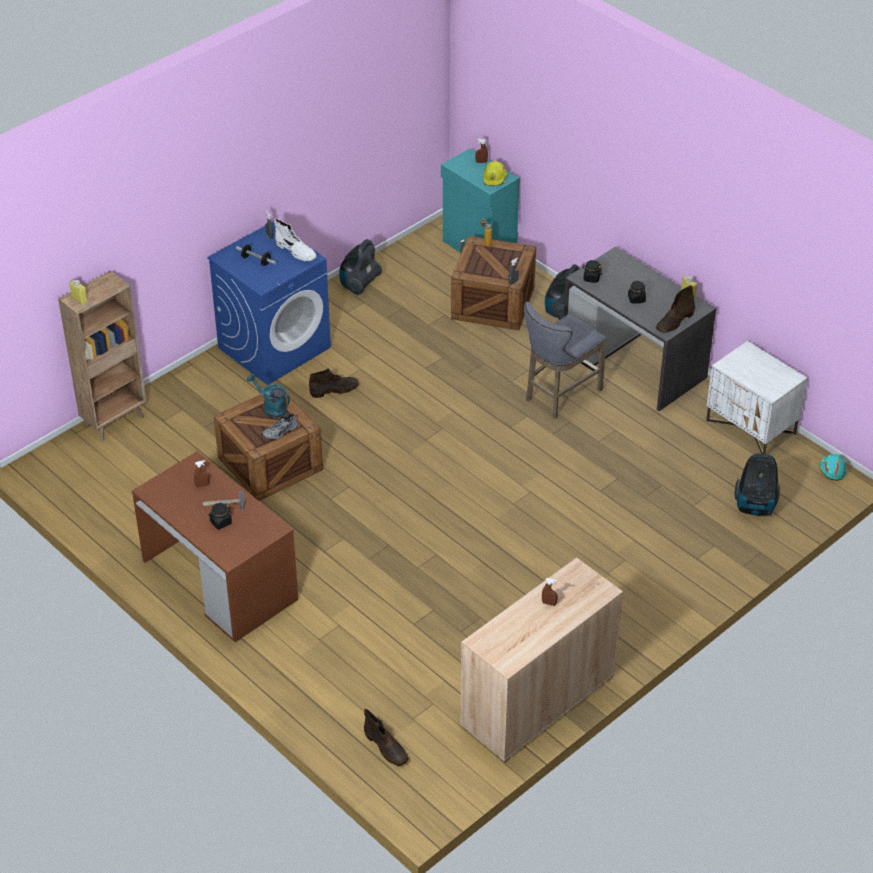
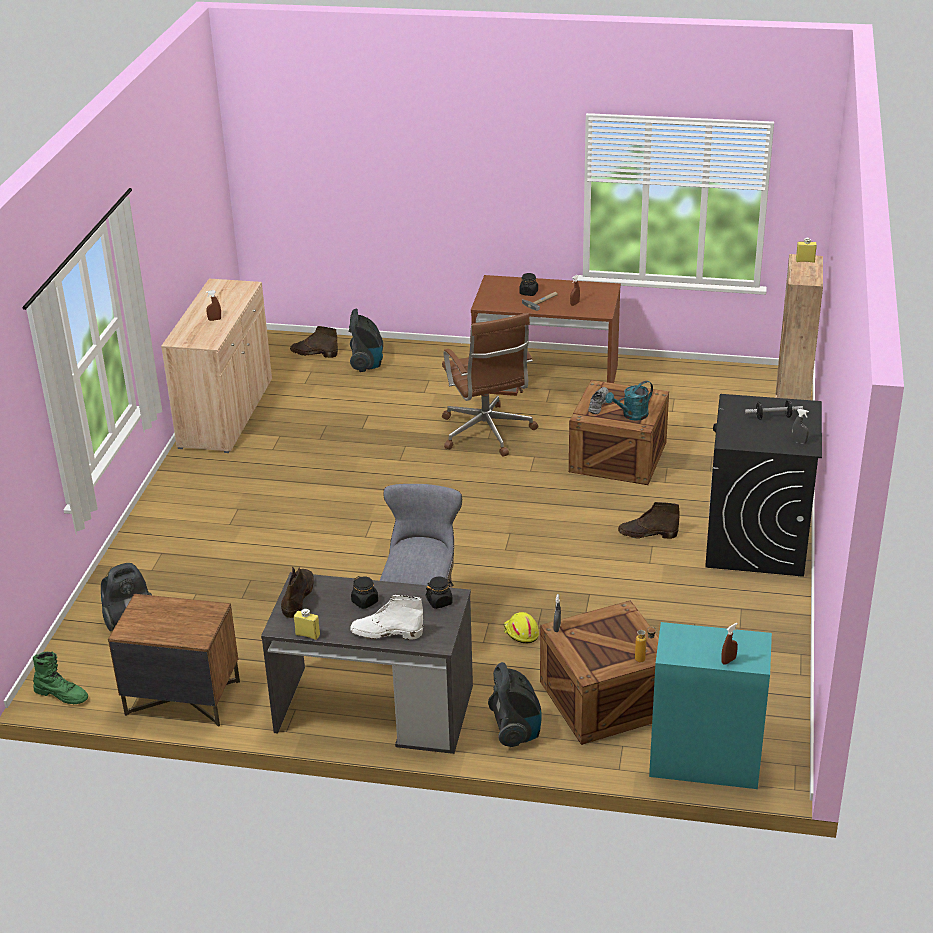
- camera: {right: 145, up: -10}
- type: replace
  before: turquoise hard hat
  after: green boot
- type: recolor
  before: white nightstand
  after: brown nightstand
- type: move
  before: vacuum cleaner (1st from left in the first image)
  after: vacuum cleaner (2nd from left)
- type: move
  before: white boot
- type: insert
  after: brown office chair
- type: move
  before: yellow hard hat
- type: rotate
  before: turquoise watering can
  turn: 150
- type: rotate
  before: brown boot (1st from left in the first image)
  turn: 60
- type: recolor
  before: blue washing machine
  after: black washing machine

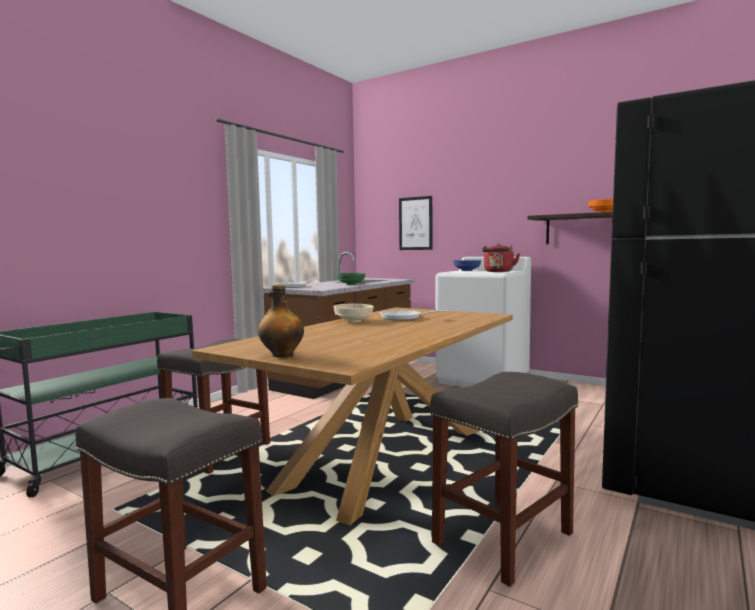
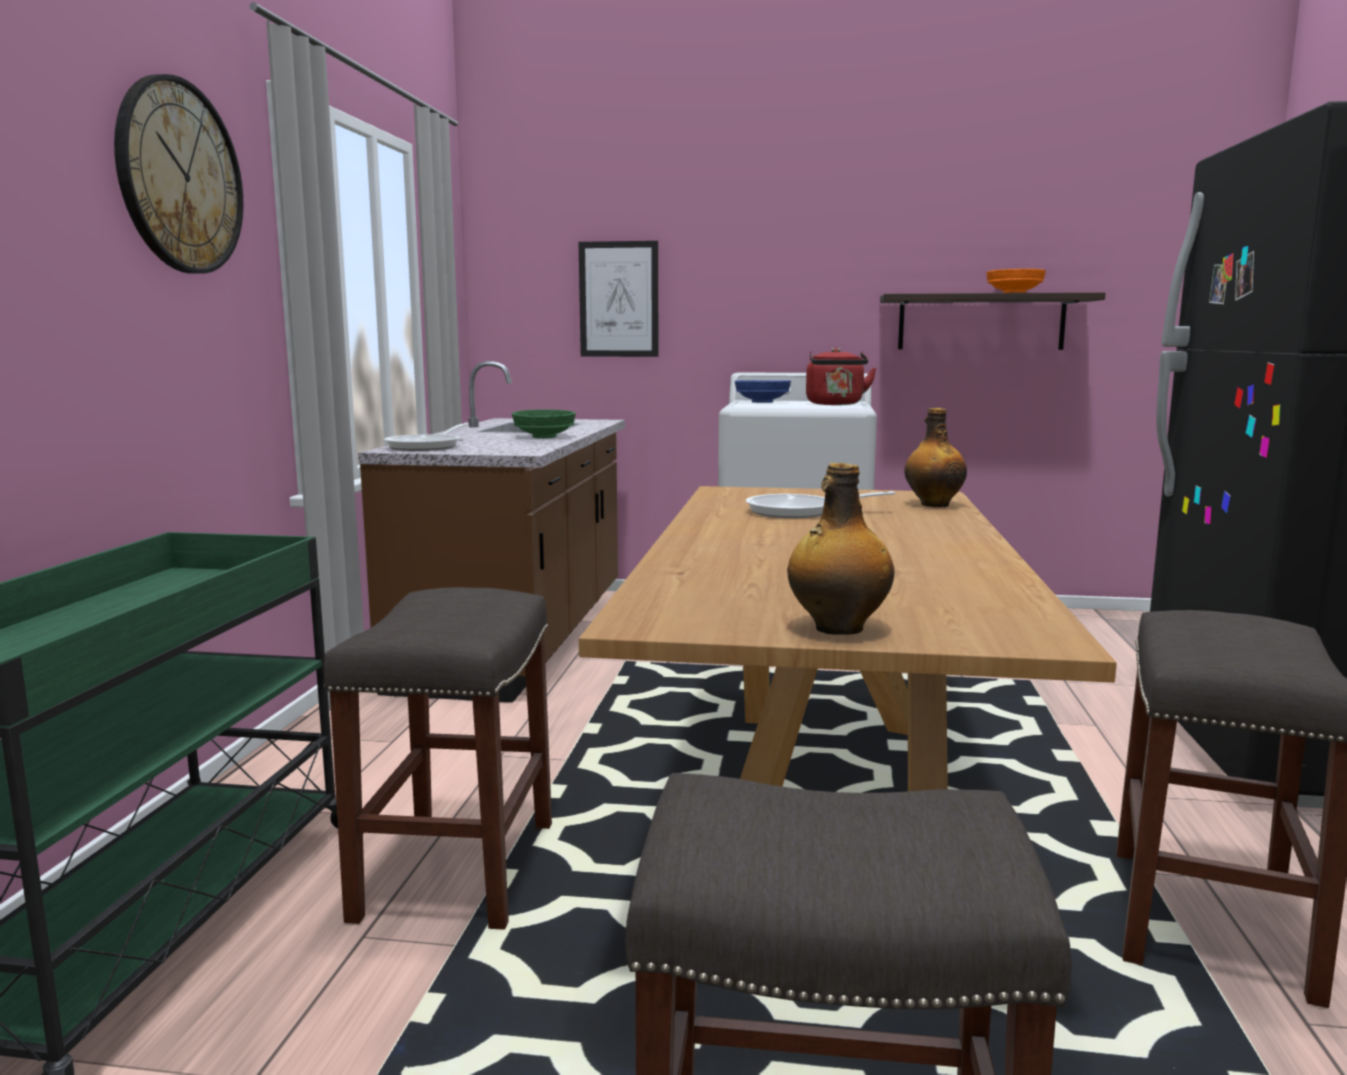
- camera: {right: -25, up: 5}
- type: insert
  after: wall clock
- type: insert
  after: bottle (2nd from left)
- type: delete
  before: beige bowl

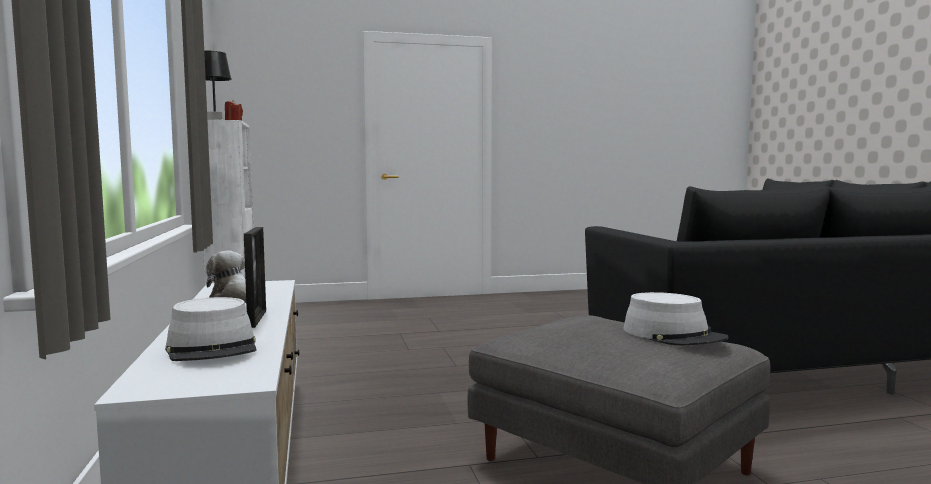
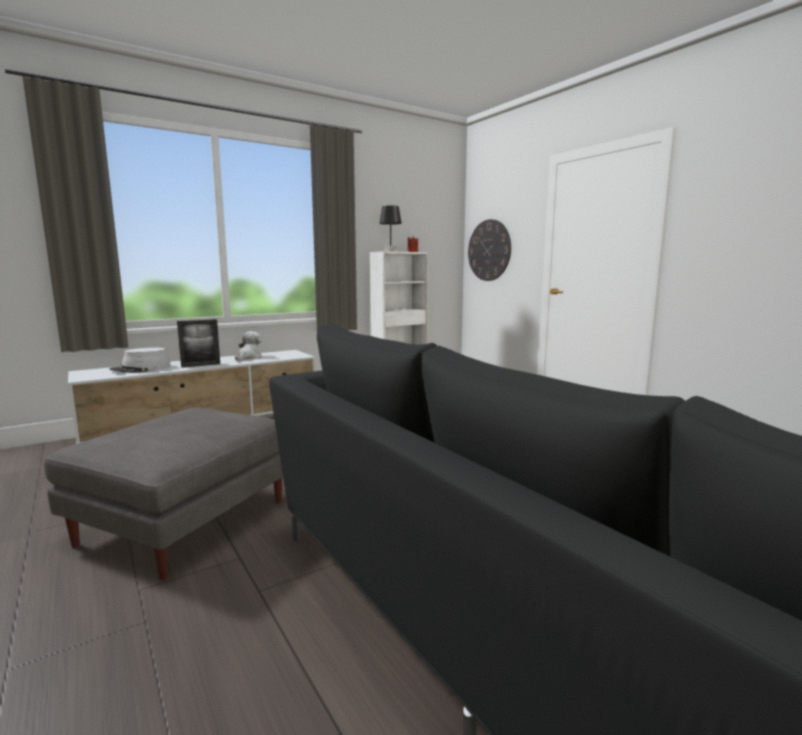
- camera: {right: 70, up: 5}
- type: insert
  after: wall clock
- type: delete
  before: grey hat (2nd from left)

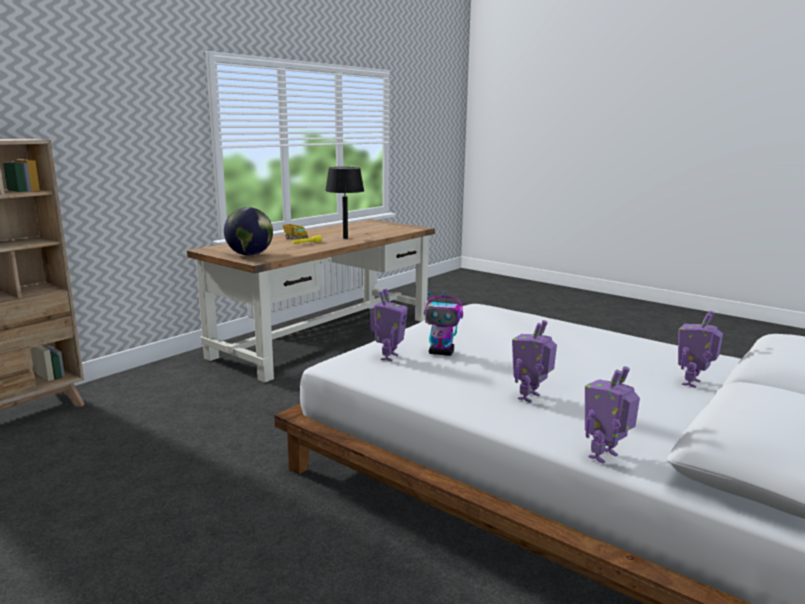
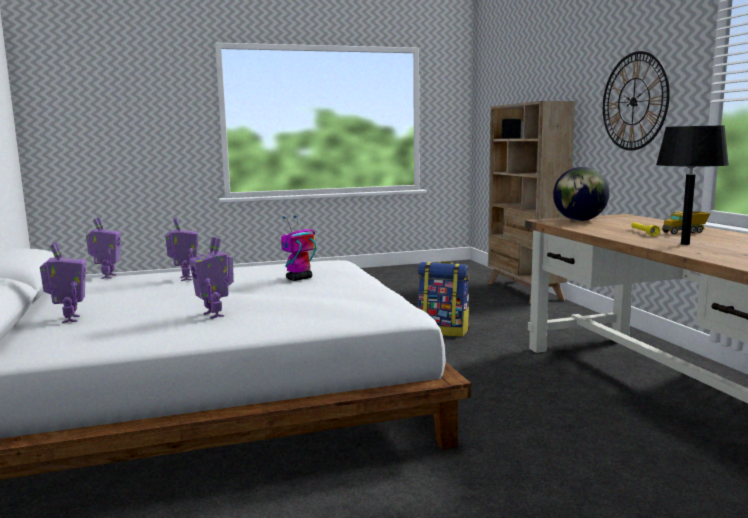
- camera: {right: 125, up: -5}
- type: move
  before: toy robot (1st from left in the first image)
  after: toy robot (4th from left)
- type: insert
  after: backpack
- type: insert
  after: wall clock

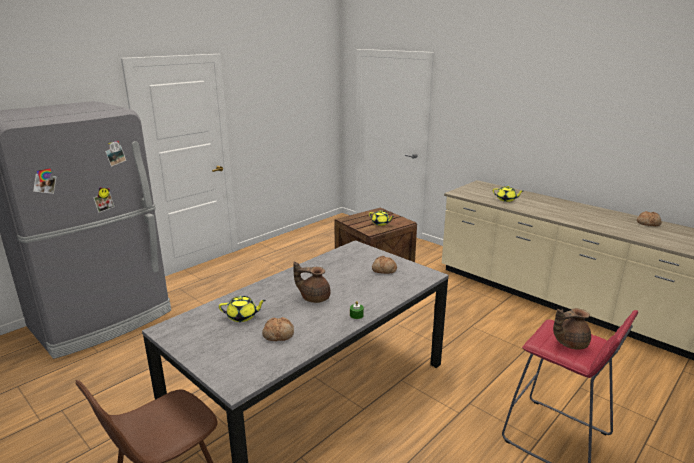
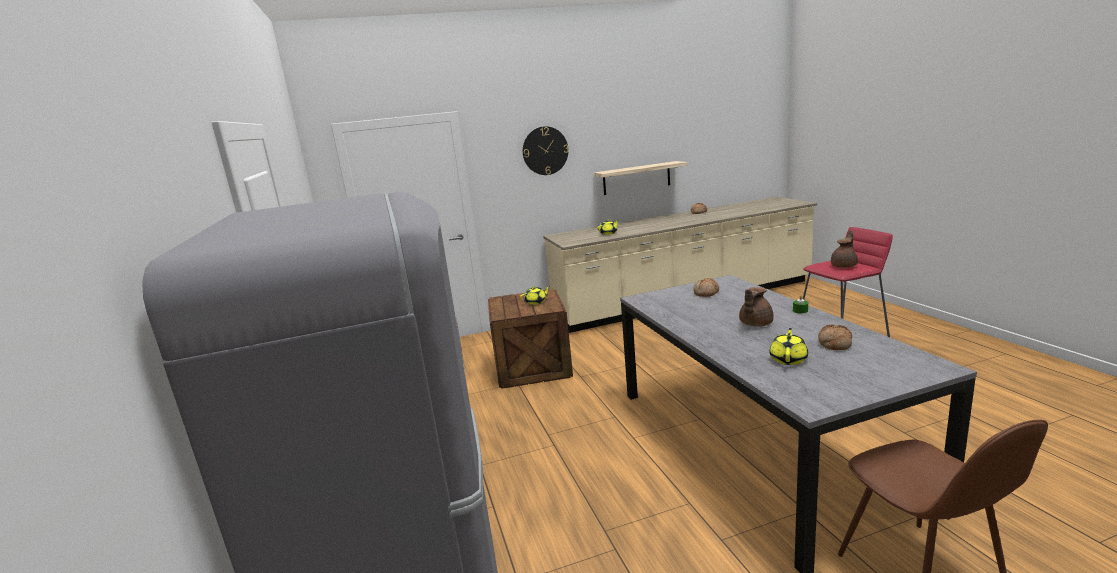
- camera: {right: -60, up: -5}
- type: insert
  after: wall clock
- type: insert
  after: shelf
- type: rotate
  before: brown teapot (2nd from left)
  turn: -150

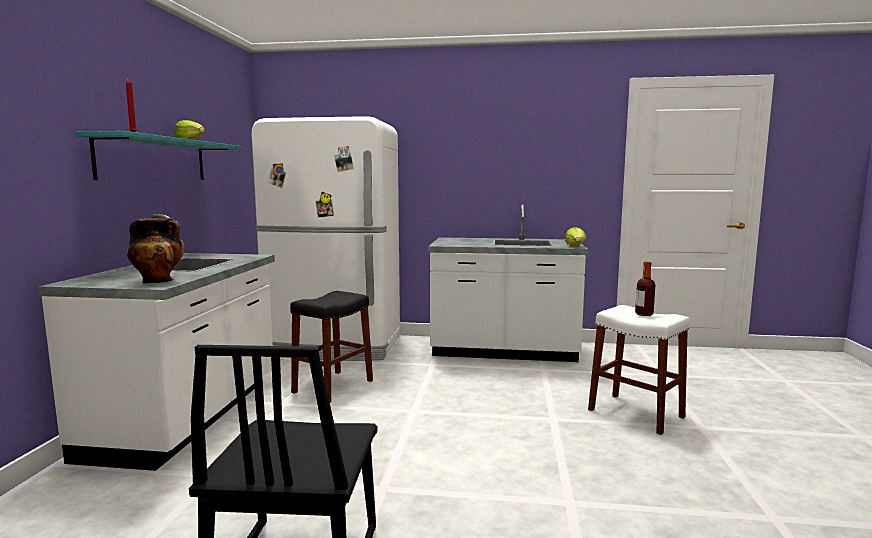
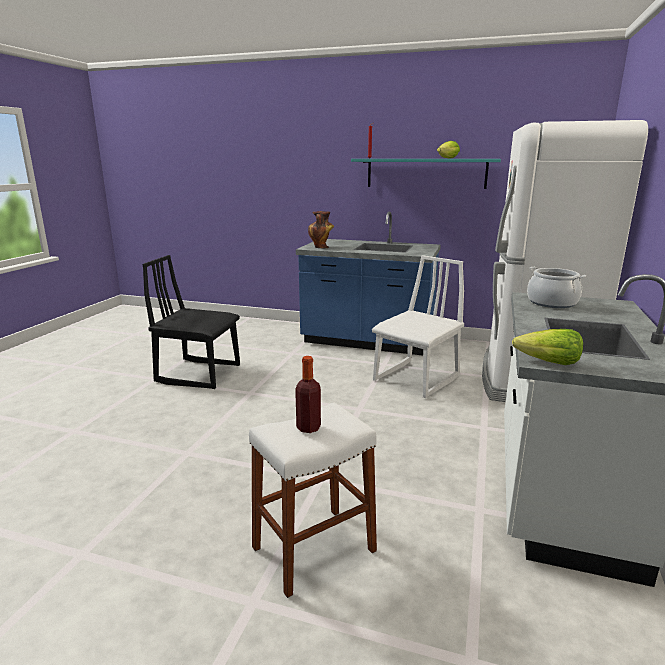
- camera: {right: 100, up: 10}
- type: recolor
  before: white counter (1st from left)
  after: blue counter
- type: replace
  before: black stool
  after: white chair
- type: insert
  after: cooking pot

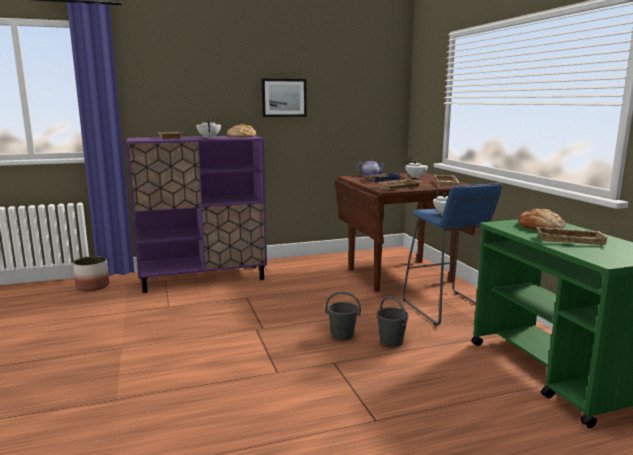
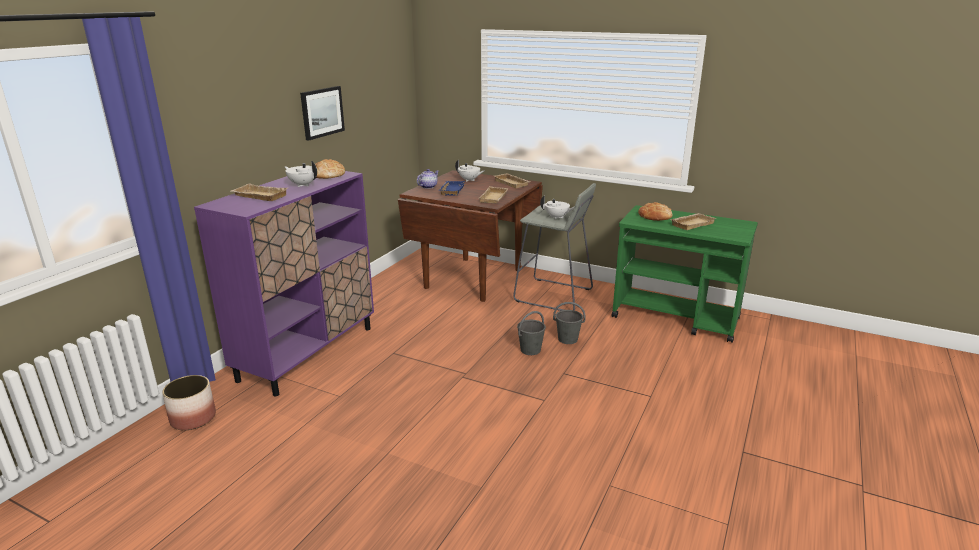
- camera: {right: -45, up: 10}
- type: recolor
  before: blue stool
  after: grey stool

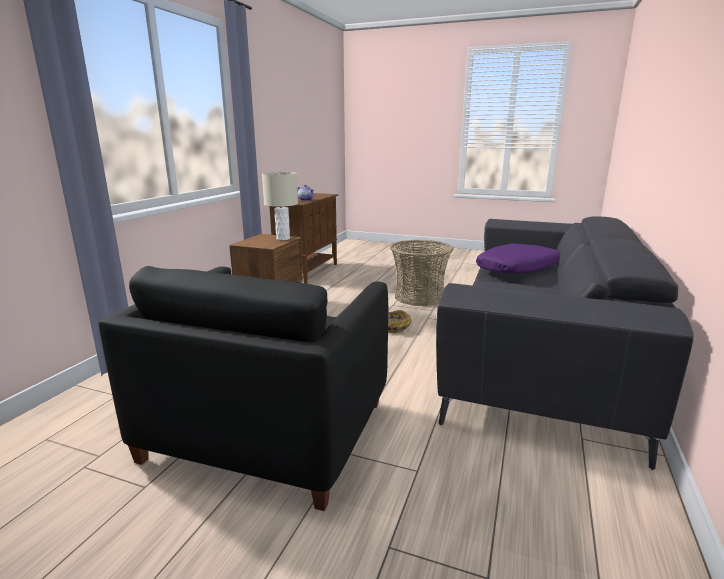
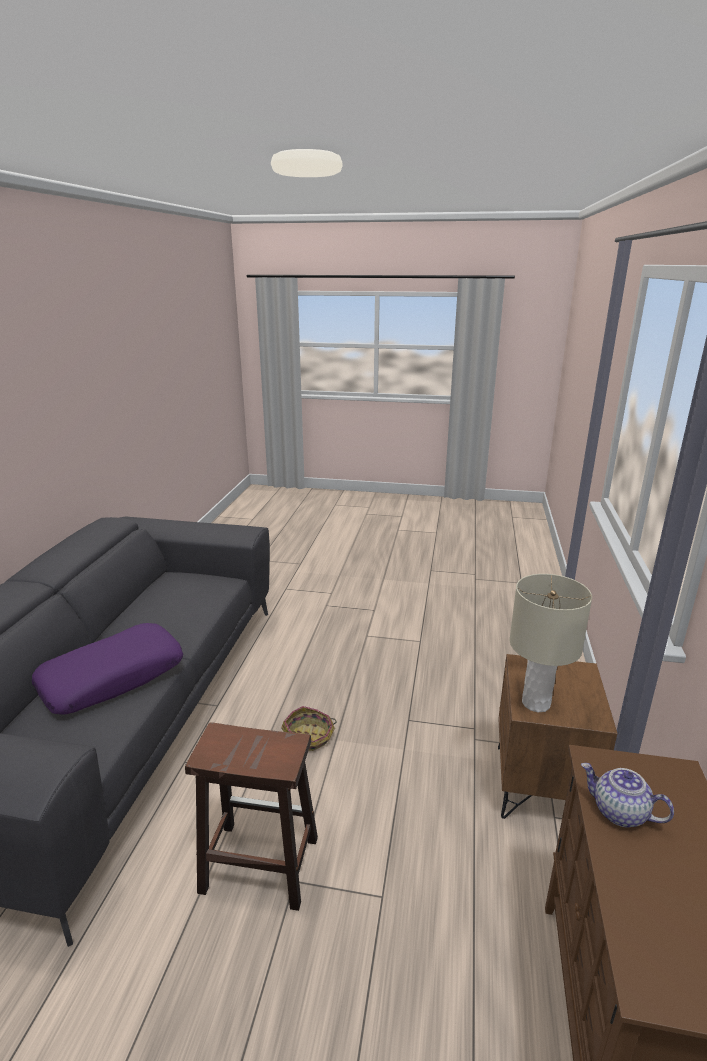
- camera: {right: 170, up: 5}
- type: replace
  before: basket (2nd from left)
  after: brown stool
- type: delete
  before: black armchair

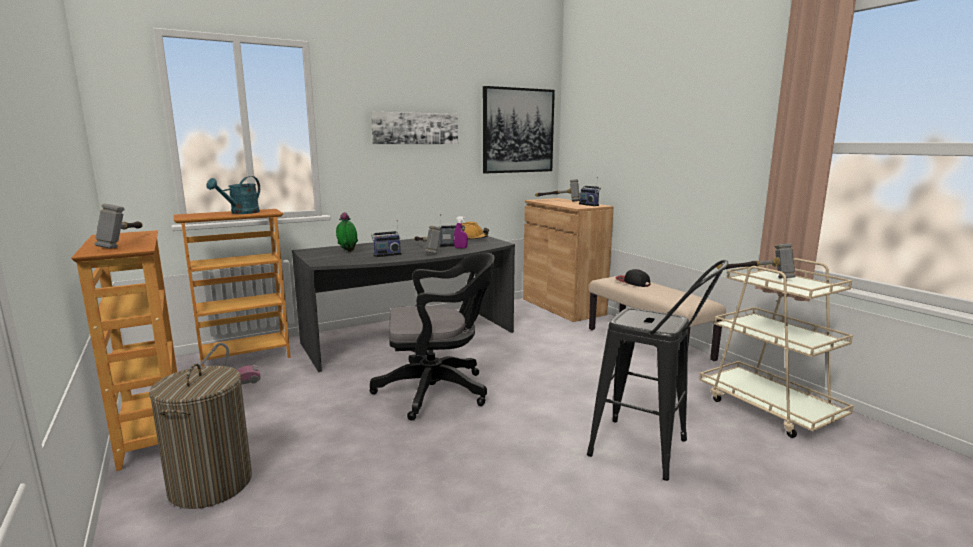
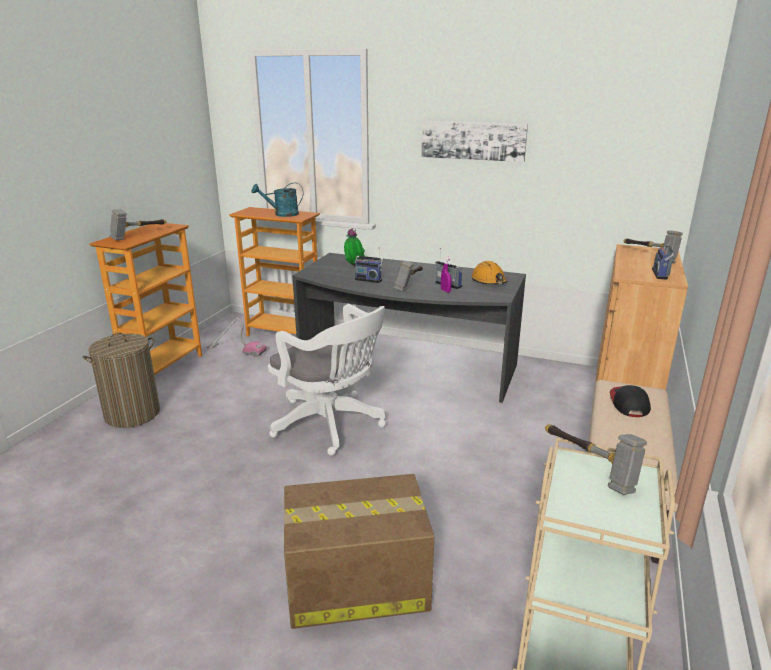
- camera: {right: 50, up: 10}
- type: recolor
  before: black office chair
  after: white office chair
- type: replace
  before: black stool
  after: cardboard box
- type: delete
  before: picture (2nd from left)

